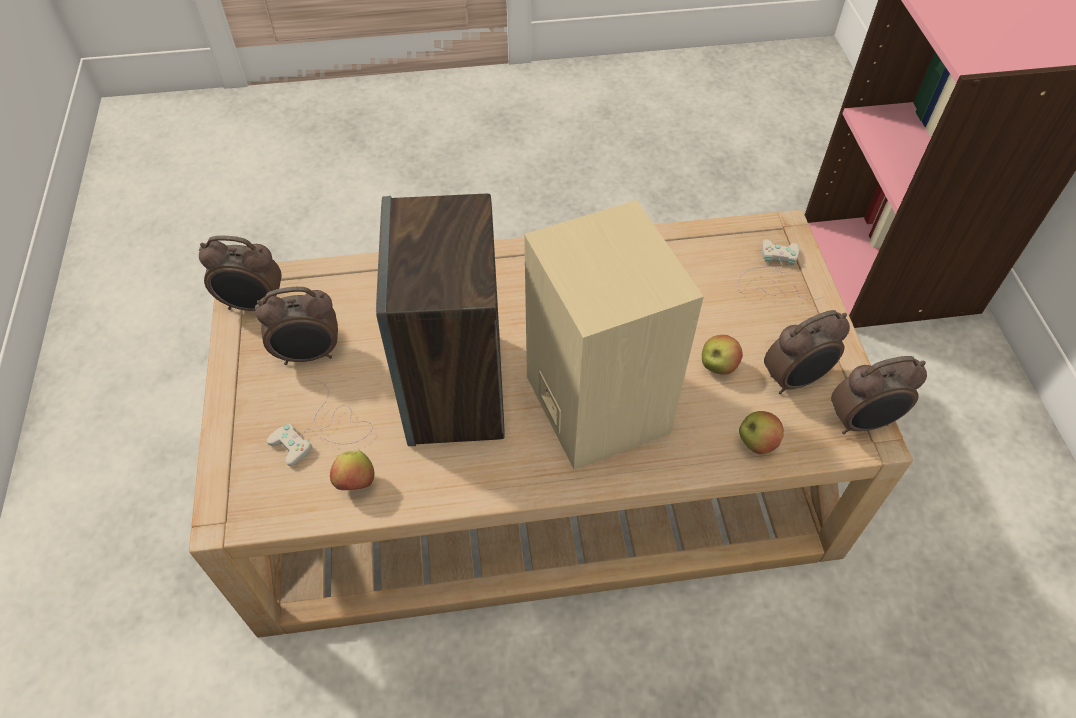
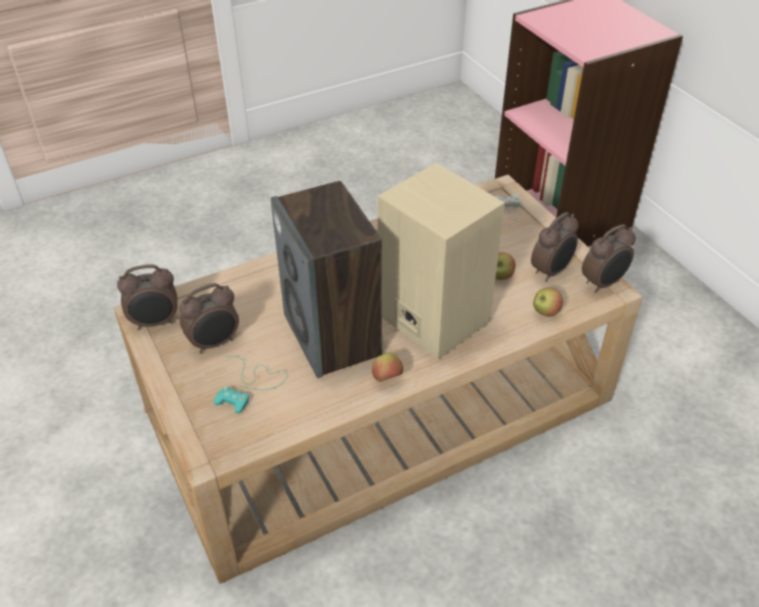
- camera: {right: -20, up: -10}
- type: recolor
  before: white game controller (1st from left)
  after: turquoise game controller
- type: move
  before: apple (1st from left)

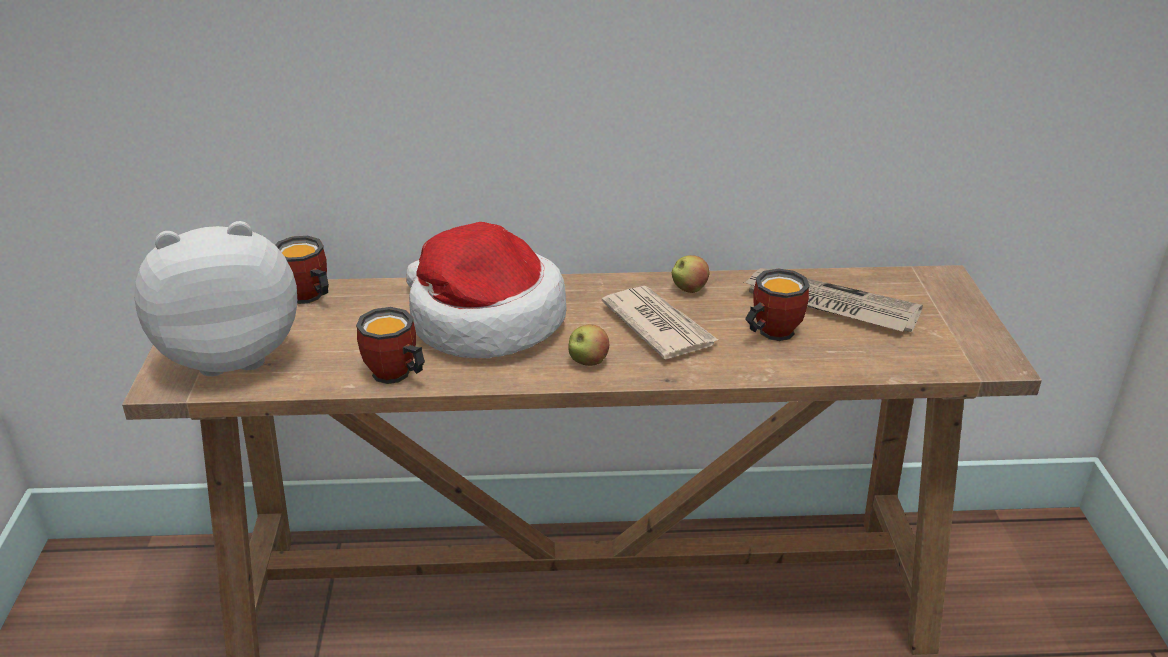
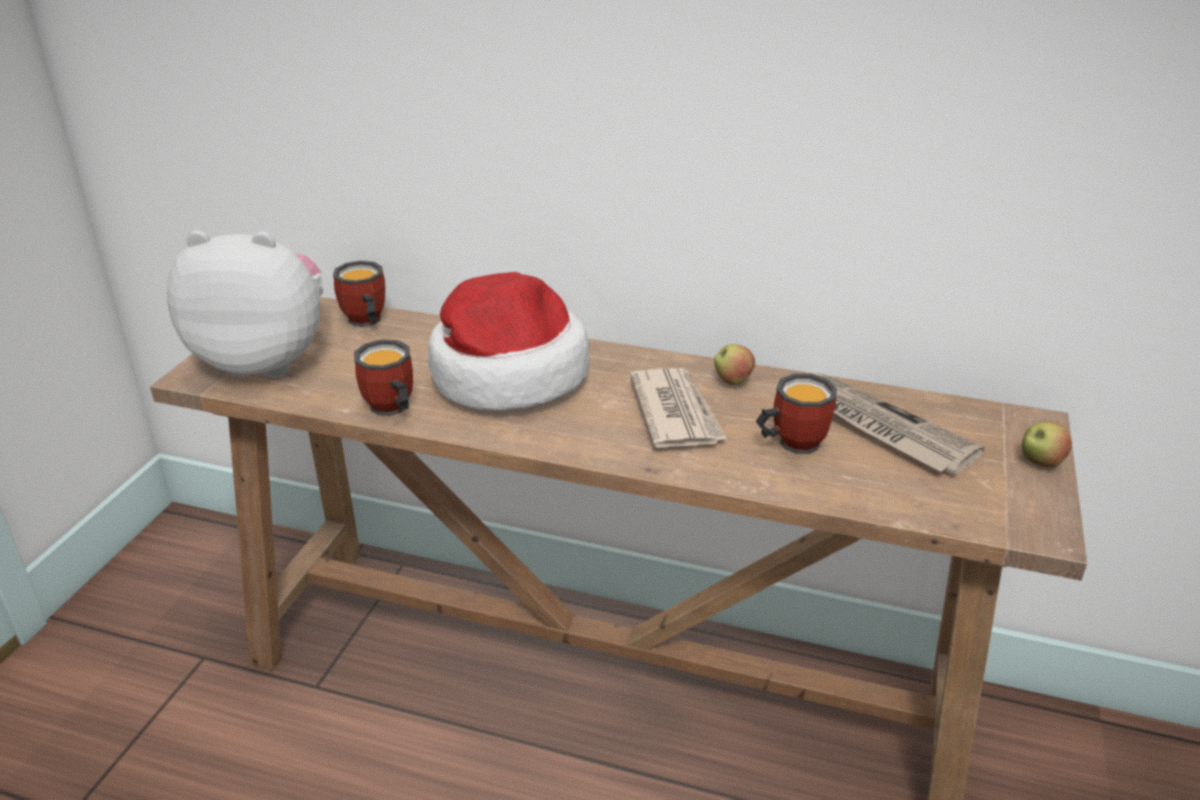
- camera: {right: 20, up: 0}
- type: move
  before: apple (1st from left in the first image)
  after: apple (2nd from left)

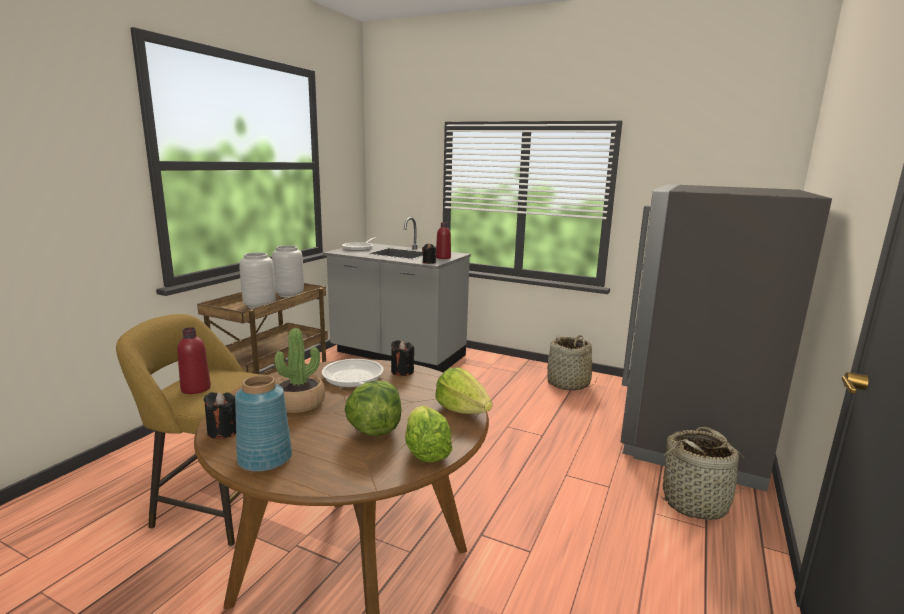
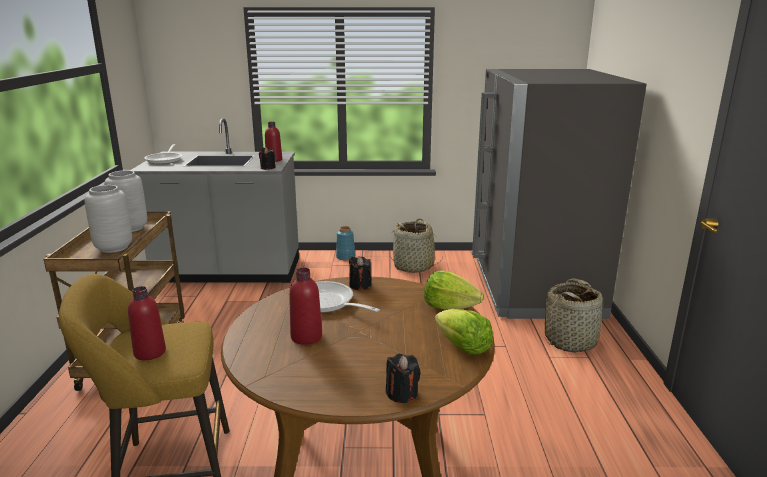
- camera: {right: -25, up: 5}
- type: replace
  before: potted plant
  after: red bottle (3rd from left)
- type: move
  before: blue vase
- type: move
  before: black candle (1st from left in the first image)
  after: black candle (3rd from left)
- type: delete
  before: lettuce (1st from left)

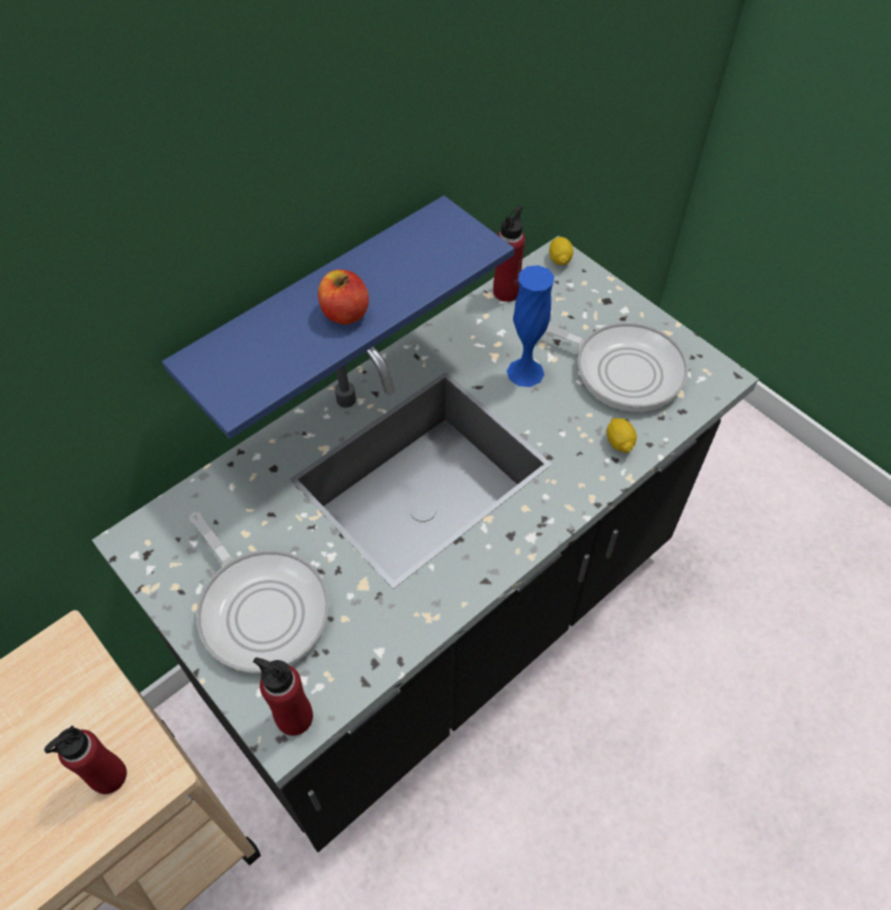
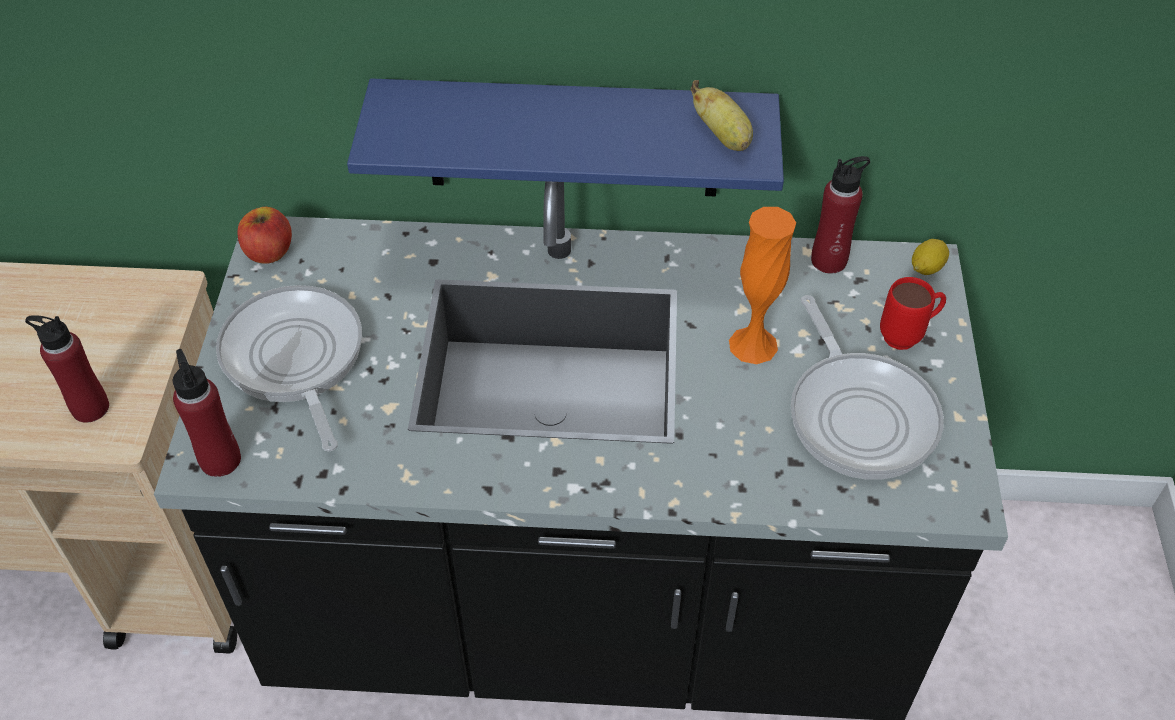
- camera: {right: 45, up: -5}
- type: rotate
  before: frying pan (1st from left)
  turn: 150
- type: move
  before: apple
- type: insert
  after: banana
- type: recolor
  before: blue vase
  after: orange vase
- type: insert
  after: red mug
- type: delete
  before: lemon (2nd from left)

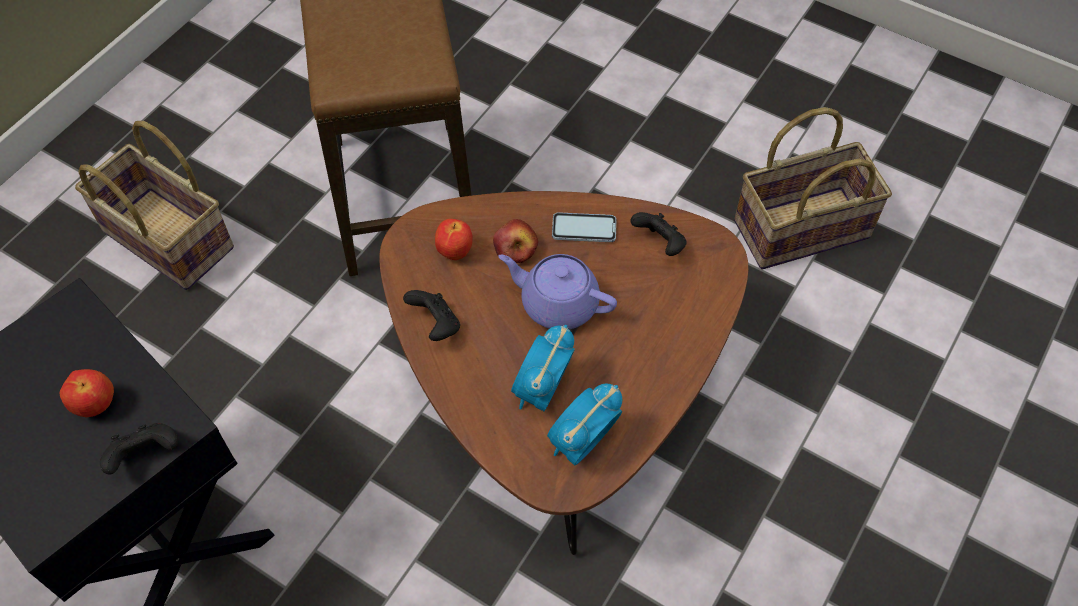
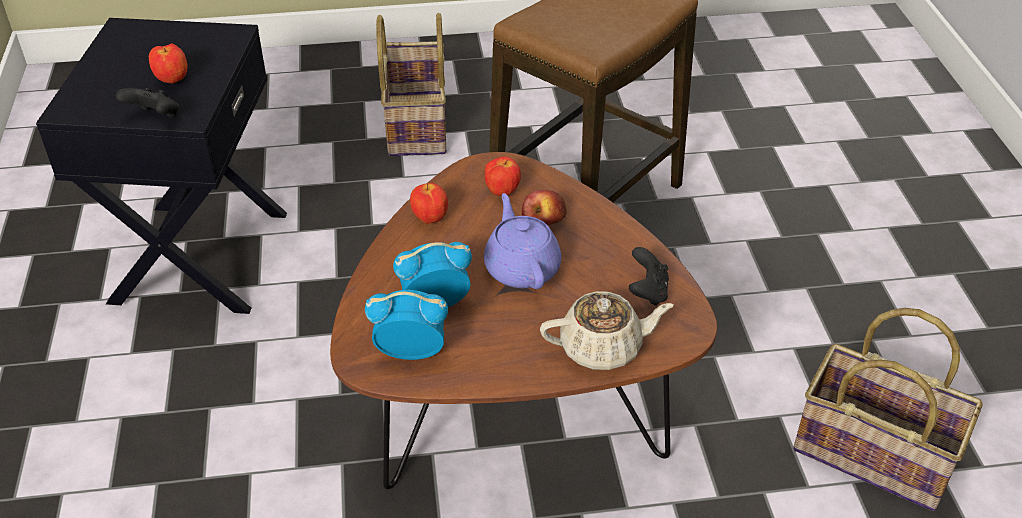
- camera: {right: 50, up: -15}
- type: replace
  before: black game controller (2nd from left)
  after: apple (2nd from left)
- type: insert
  after: beige teapot
- type: delete
  before: phone

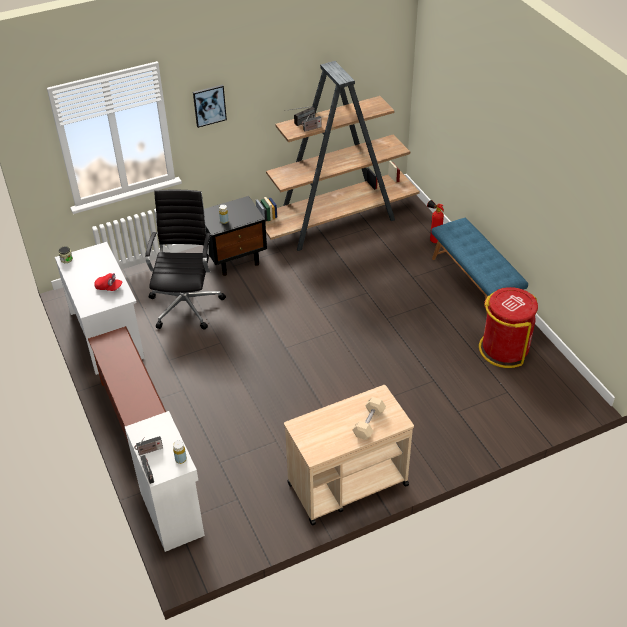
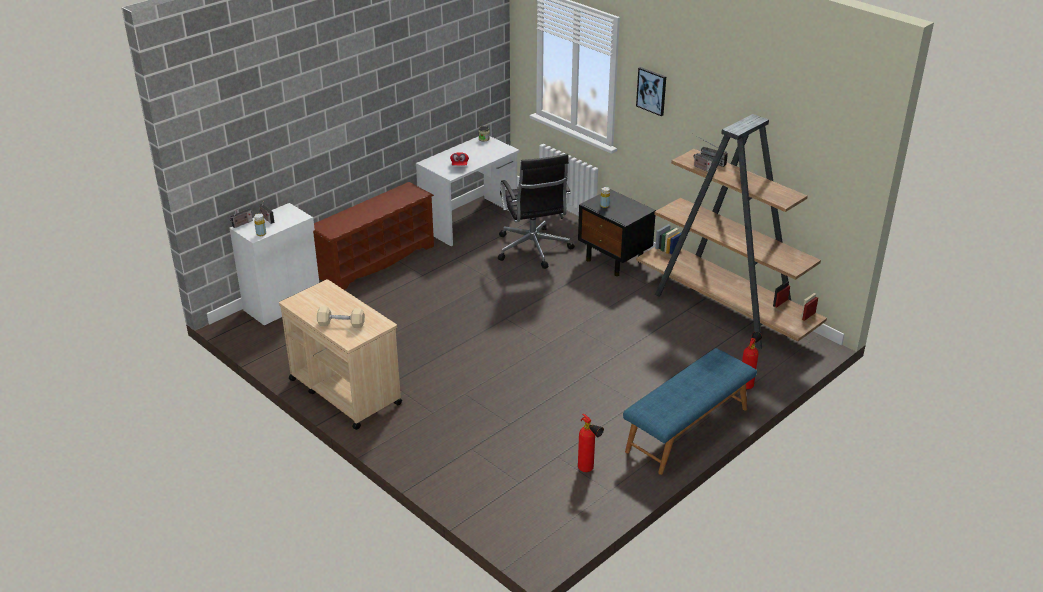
- camera: {right: 70, up: -10}
- type: rotate
  before: black office chair
  turn: 90
- type: replace
  before: red trash can
  after: fire extinguisher (1st from left)

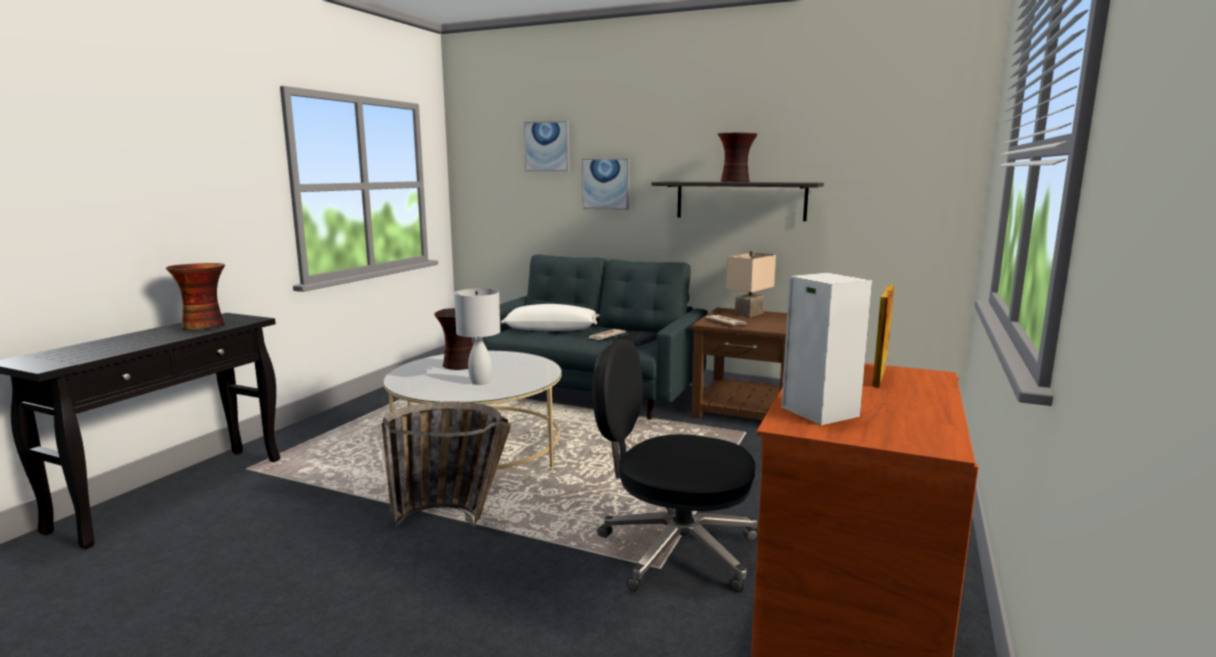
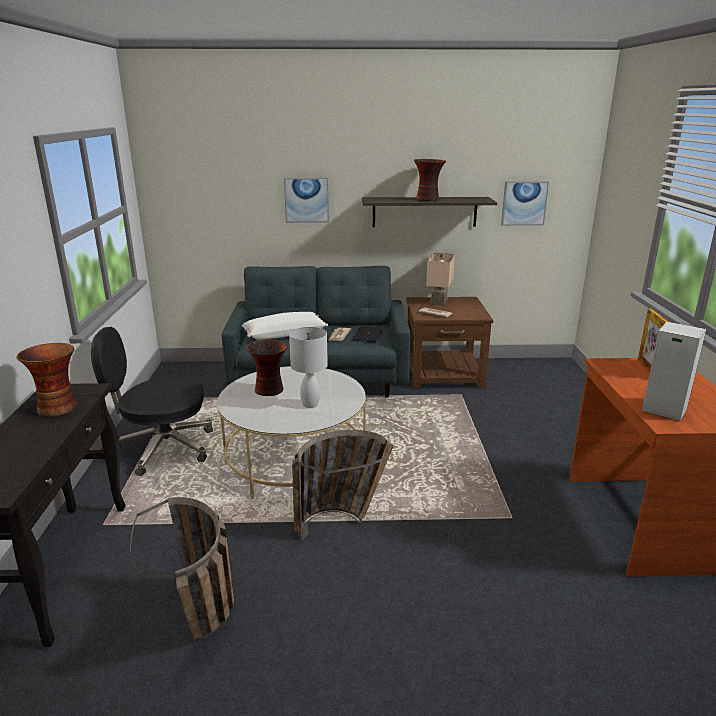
- camera: {right: -25, up: 10}
- type: move
  before: black office chair
- type: insert
  after: basket (1st from left)
- type: move
  before: picture (1st from left in the first image)
  after: picture (2nd from left)

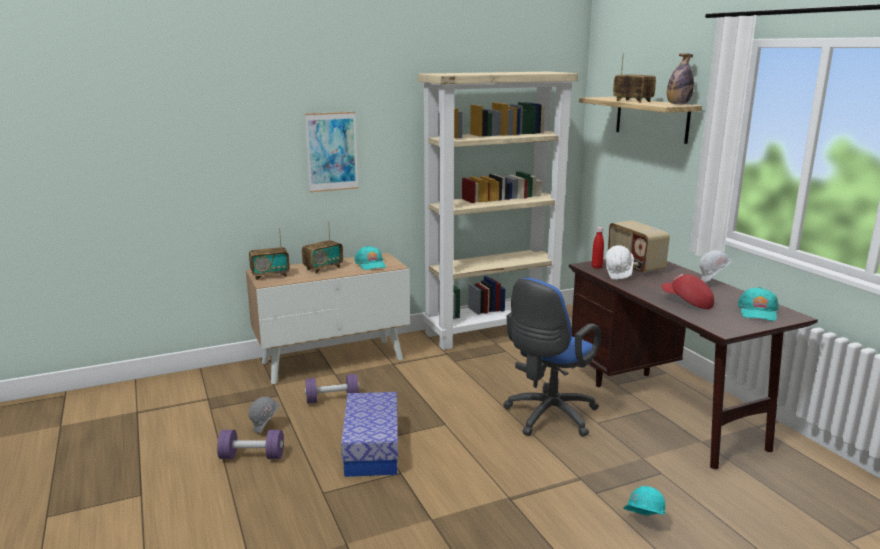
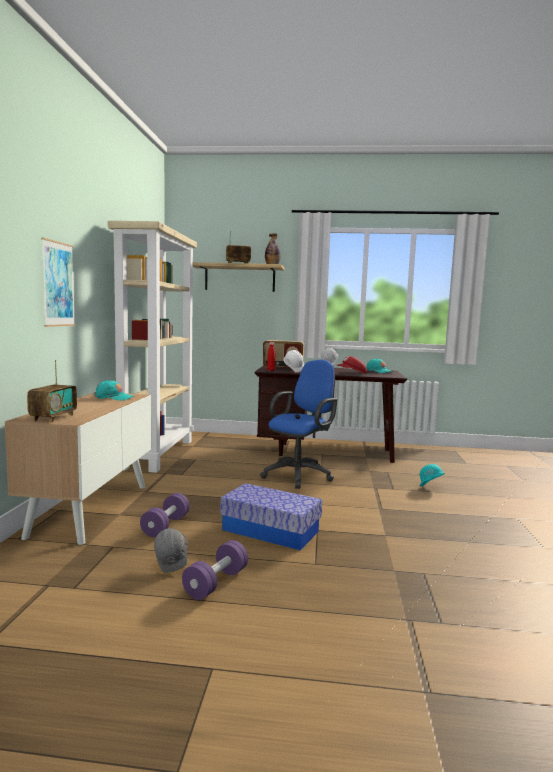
- camera: {right: -60, up: -10}
- type: rotate
  before: blue office chair
  turn: -120
- type: delete
  before: radio (2nd from left)

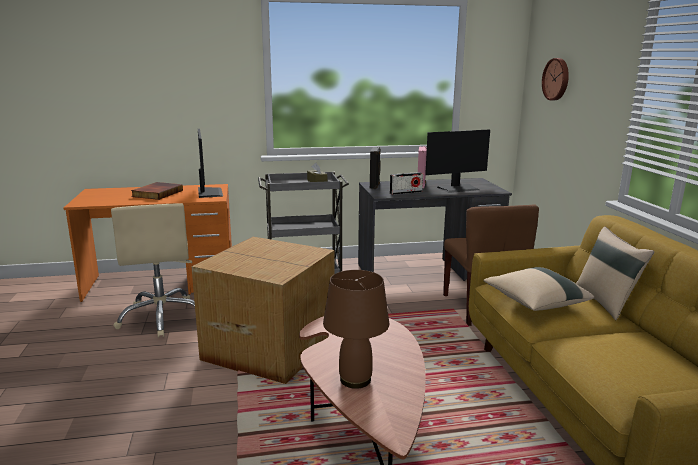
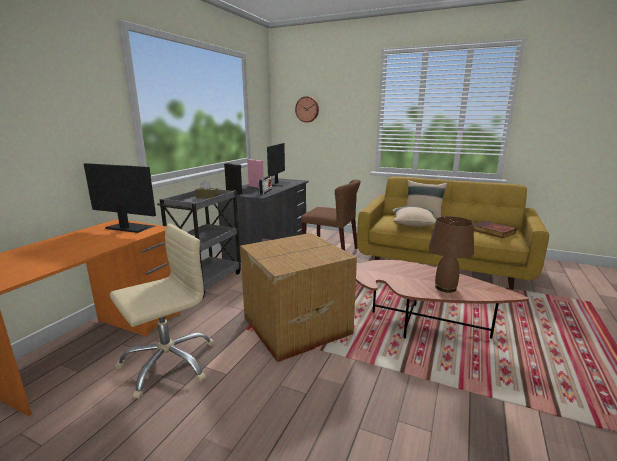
- camera: {right: -55, up: 0}
- type: rotate
  before: beige office chair
  turn: -60
- type: move
  before: book

